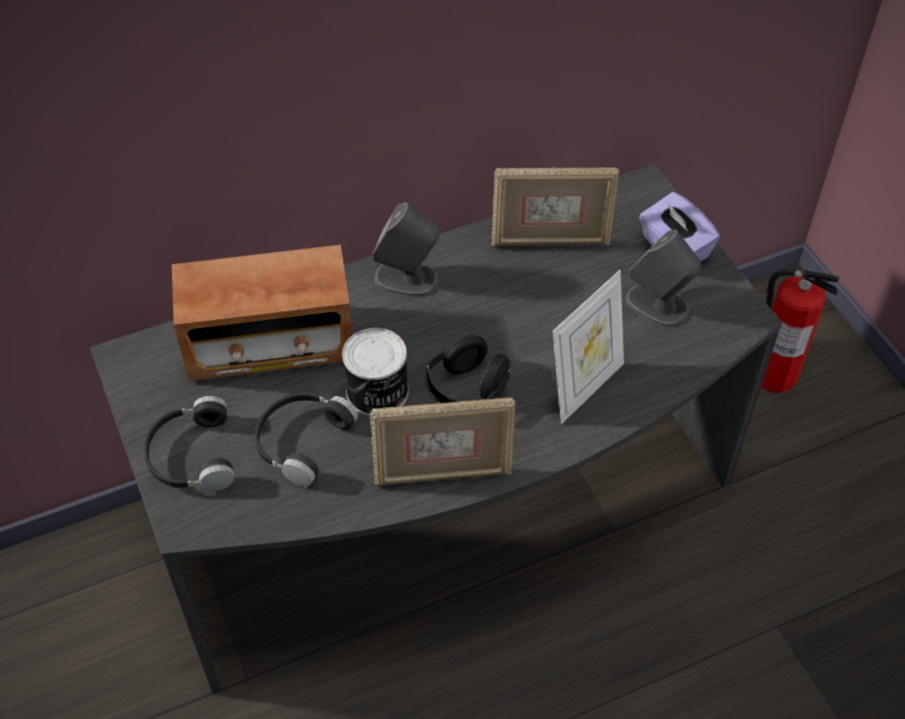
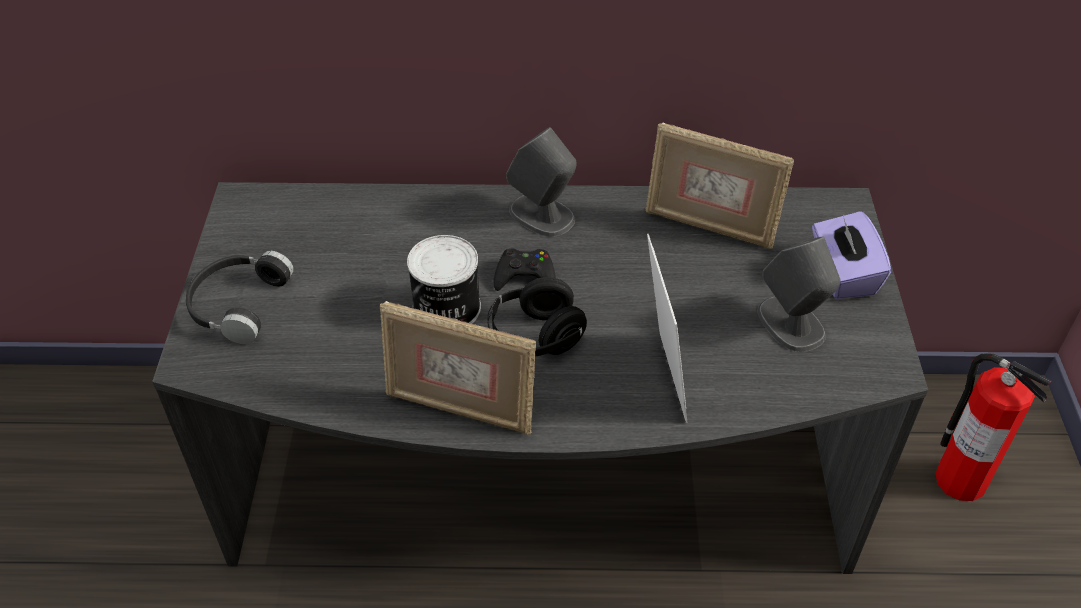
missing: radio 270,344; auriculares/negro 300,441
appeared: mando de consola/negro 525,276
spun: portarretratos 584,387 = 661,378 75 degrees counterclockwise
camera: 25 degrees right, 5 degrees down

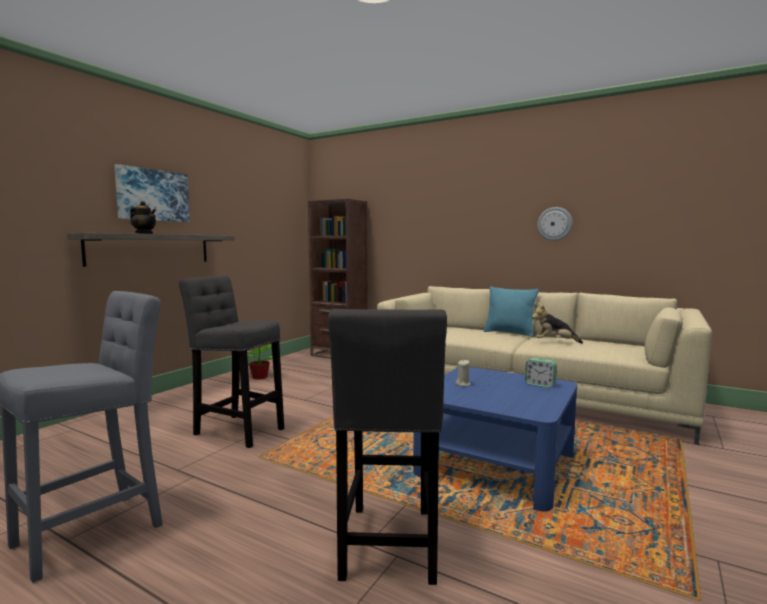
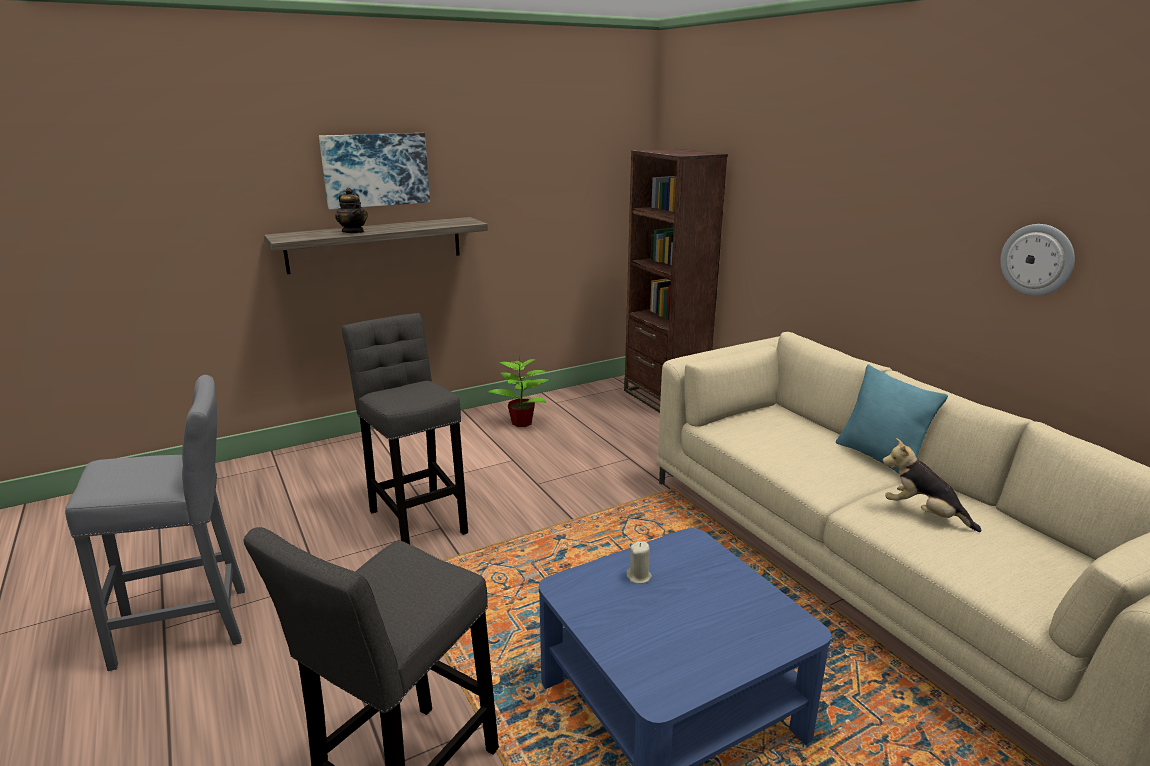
missing: despertador 540,384
camera: 30 degrees right, 15 degrees up

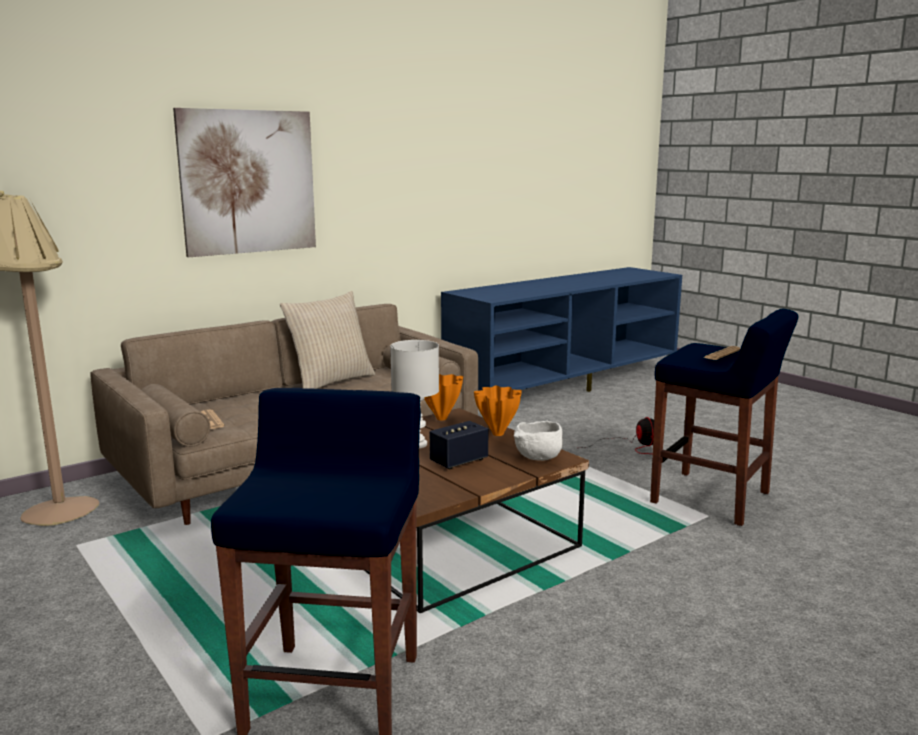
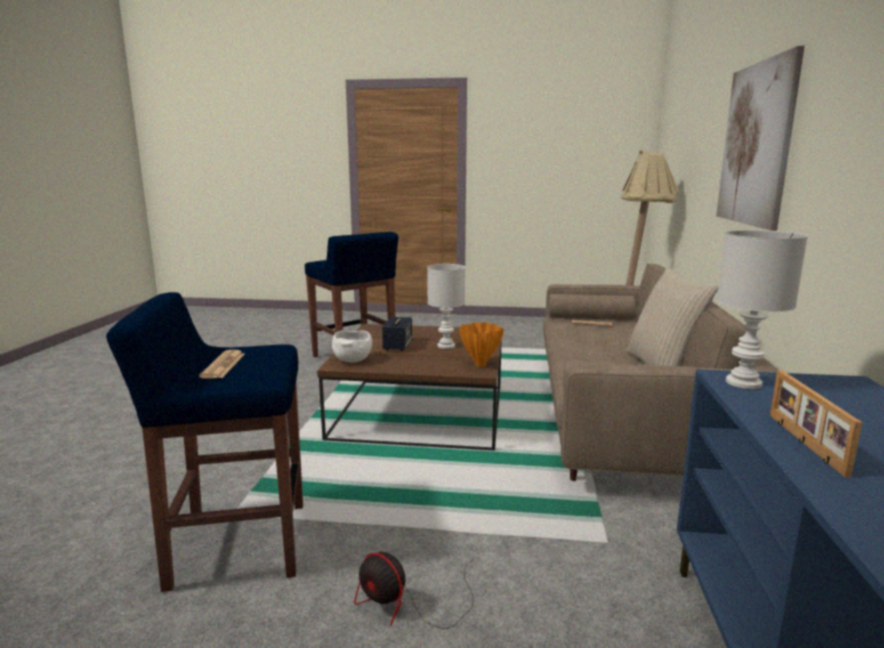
missing: florero/naranja 498,433
appeared: lámpara de mesa/blanco 743,382; portarretratos 803,443
camera: 135 degrees right, 0 degrees up

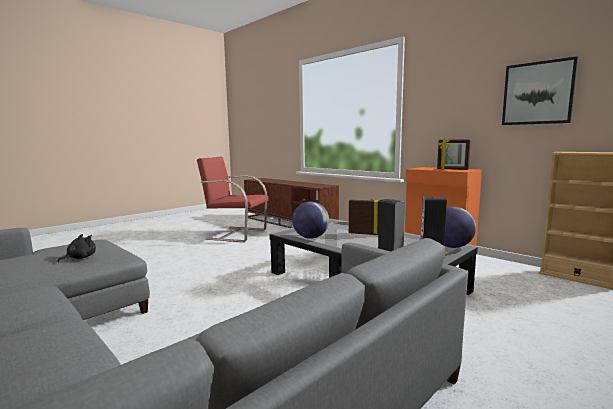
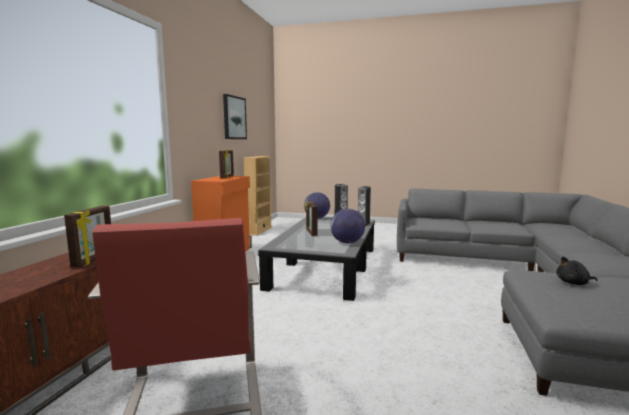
appeared: portarretratos 94,260
camera: 120 degrees left, 0 degrees up

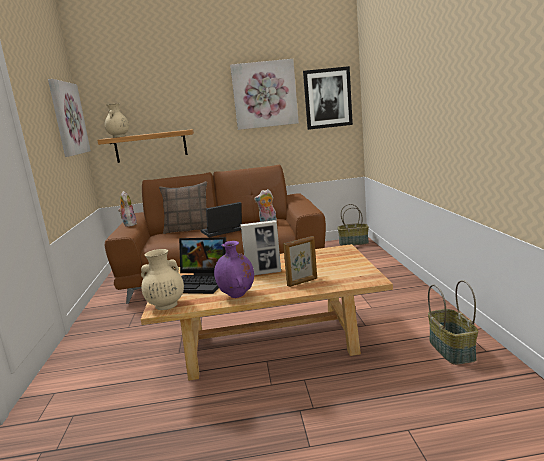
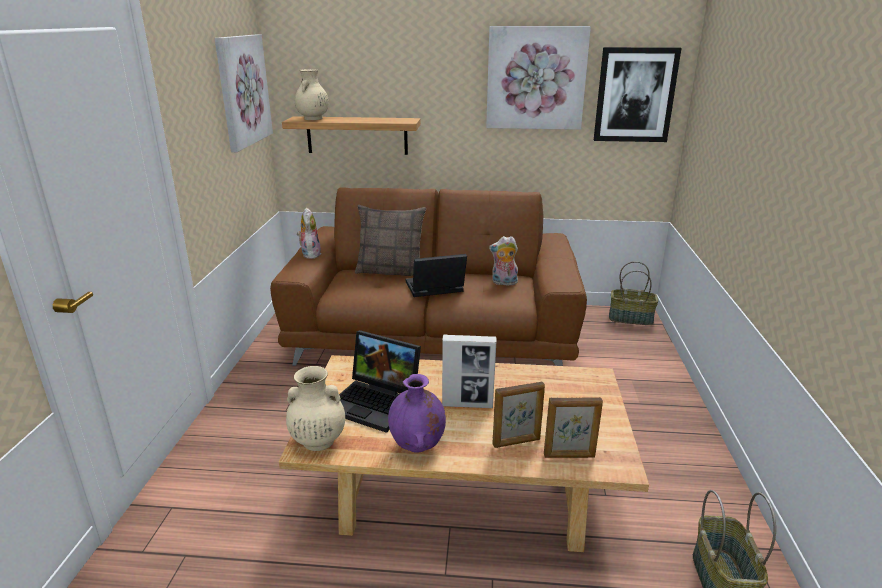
appeared: portarretratos 569,456
camera: 10 degrees right, 10 degrees up

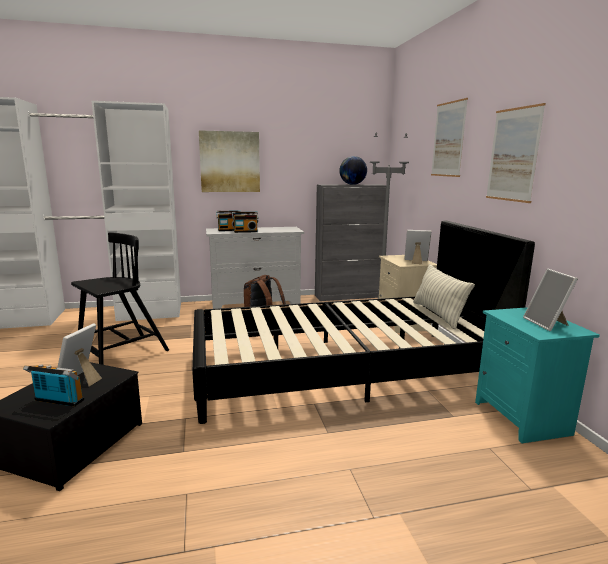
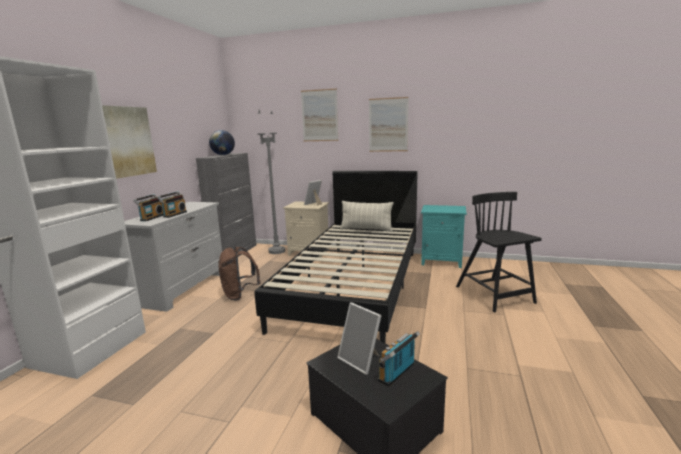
missing: portarretratos 547,324
relocated: silla/negro 121,353 to 494,295
camera: 60 degrees left, 0 degrees up

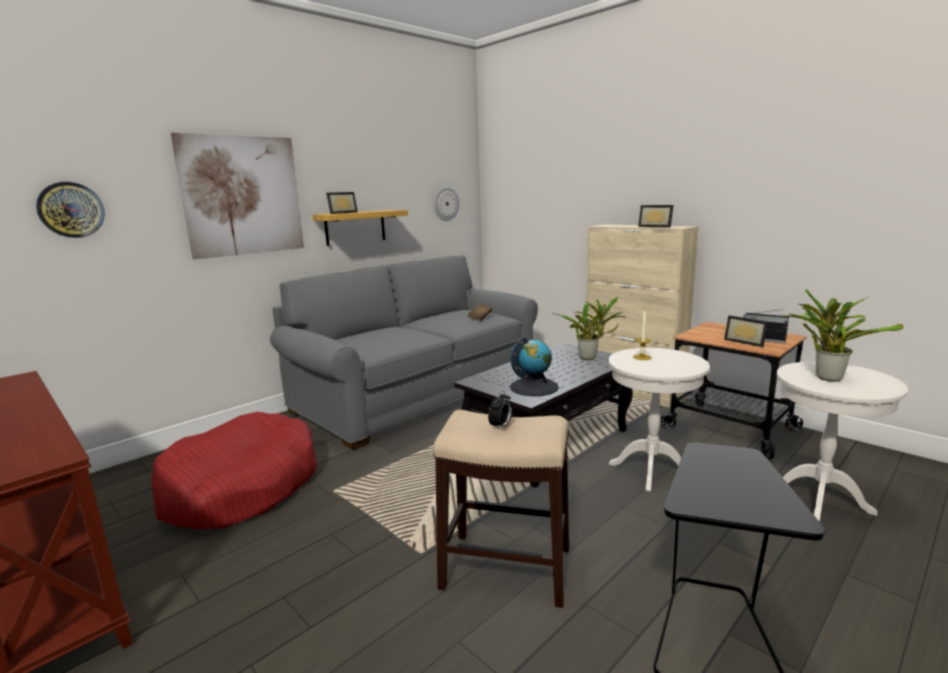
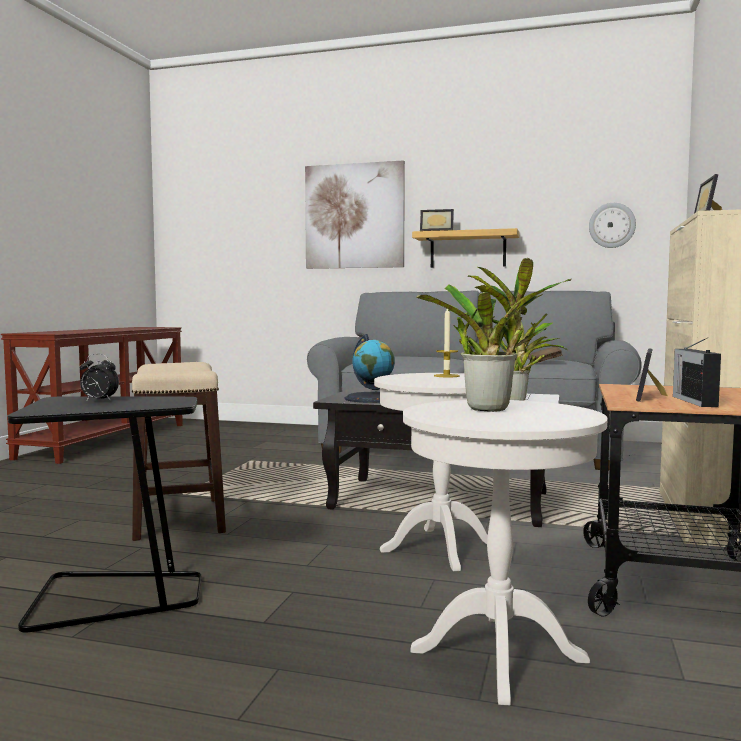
missing: reloj de pared 71,210; cama para perro/rojo 241,488
relocated: despertador 501,426 to 98,400
camera: 60 degrees right, 10 degrees down

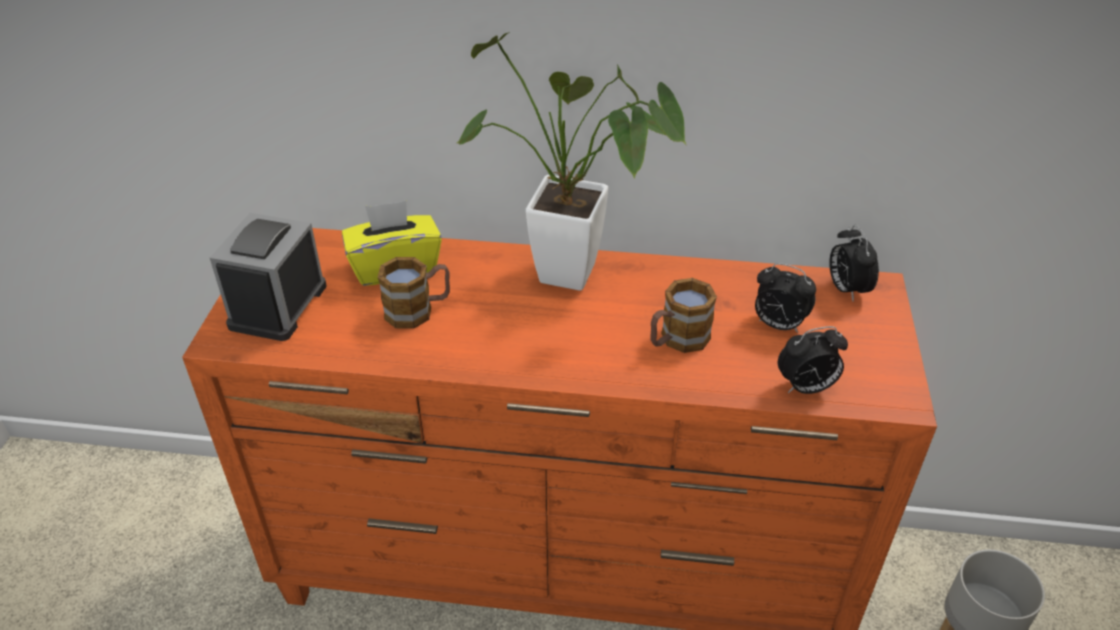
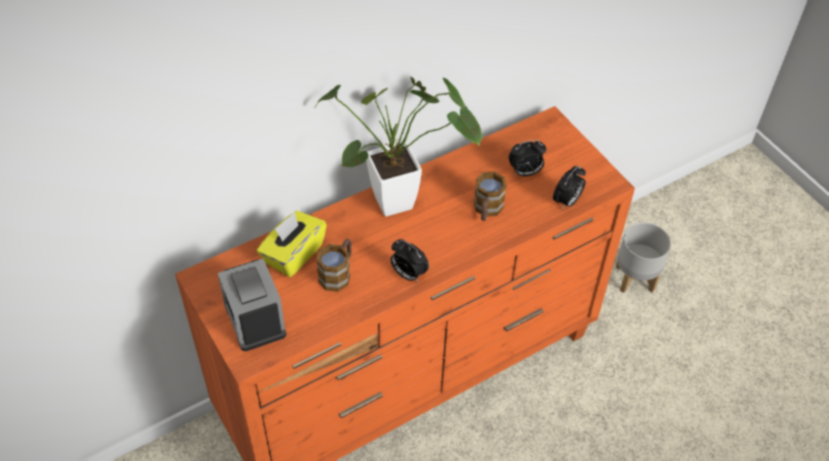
relocated: despertador 846,289 to 408,274
camera: 40 degrees left, 10 degrees up

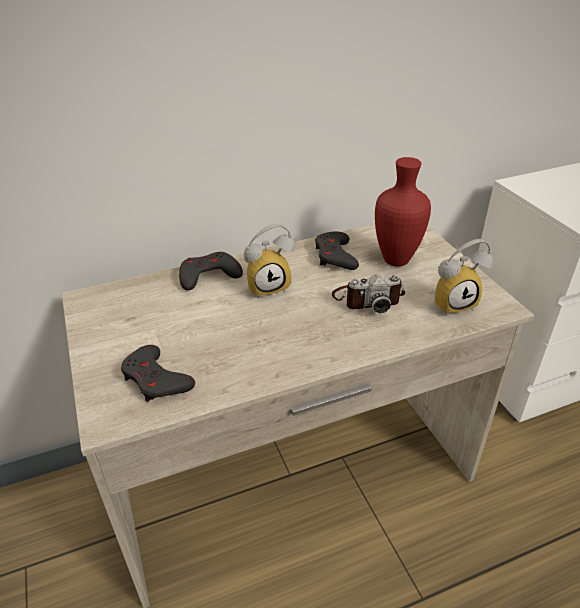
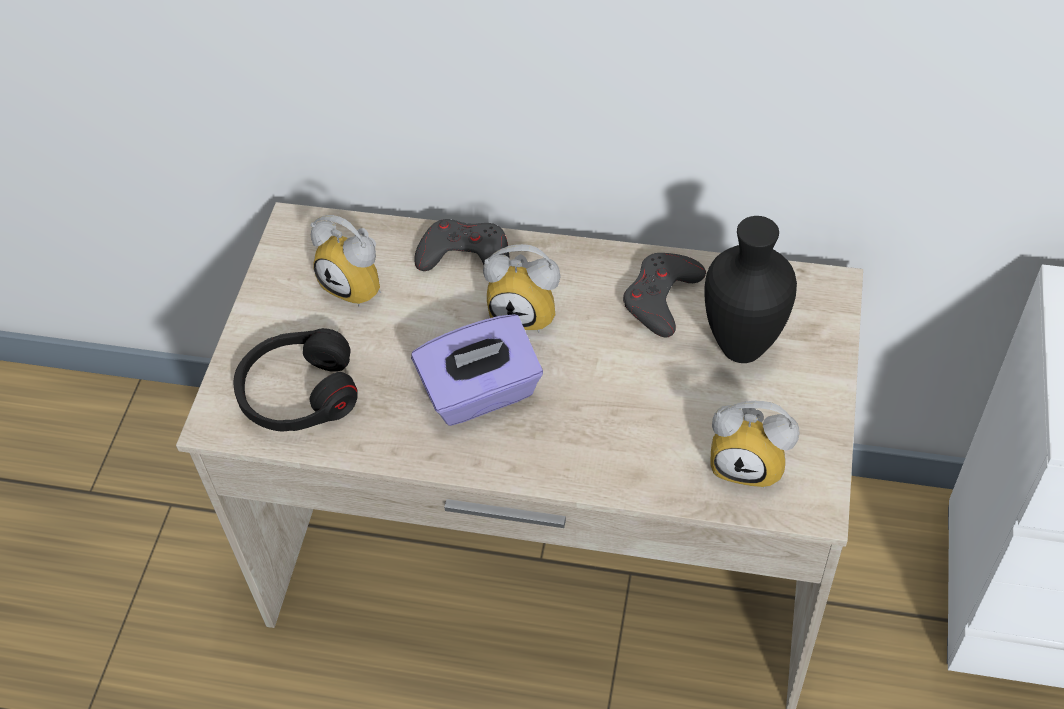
missing: cámara 367,299
appeared: despertador 359,284; caja de pañuelos/morado 481,393
exchanged: mando de consola/gris 156,379 to auriculares/negro 298,393
colour: florero/rojo 394,259 to florero/negro 741,346
camera: 35 degrees right, 15 degrees up

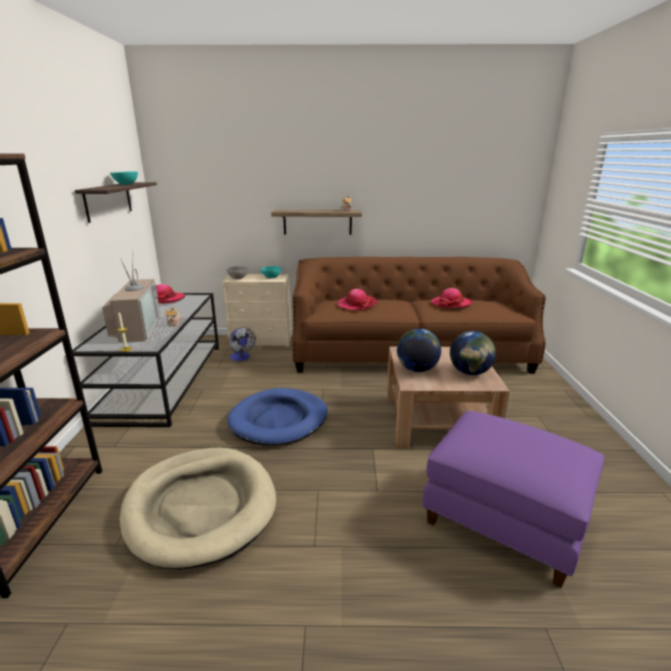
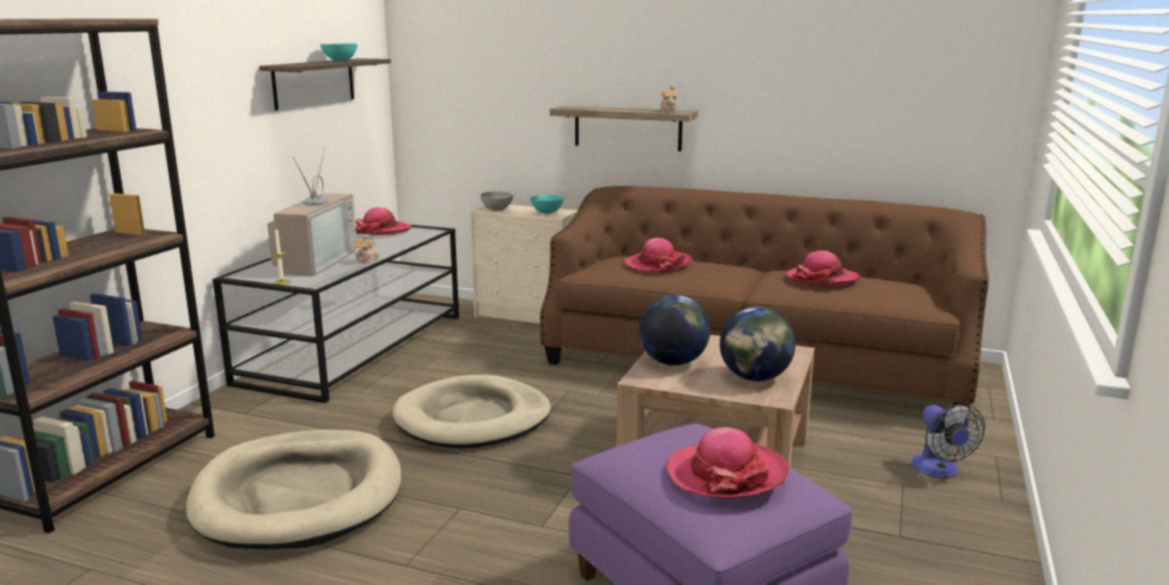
appeared: sombrero 726,474
relocated: ventilador 241,358 to 939,471
colour: cama para perro/azul 279,420 to cama para perro/beis 473,419
camera: 20 degrees right, 5 degrees down

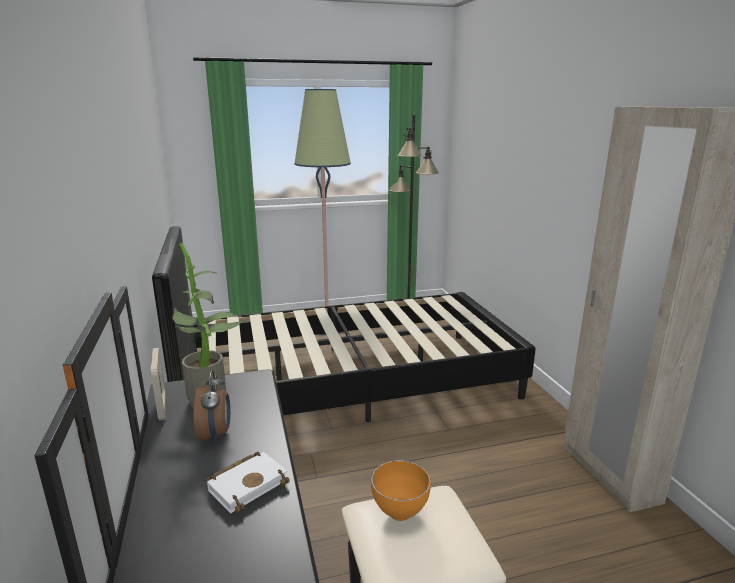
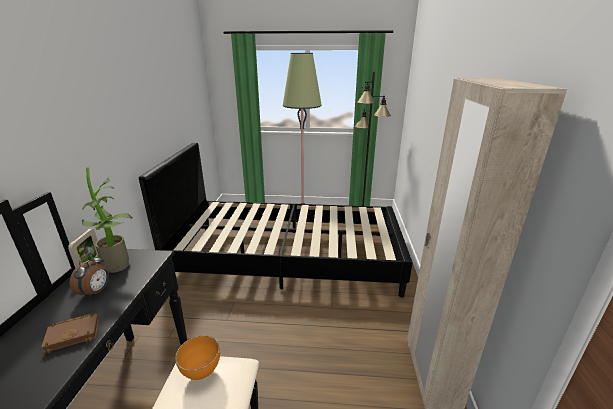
colour: libro/blanco 248,484 to libro/marrón 75,334
camera: 20 degrees right, 5 degrees up

